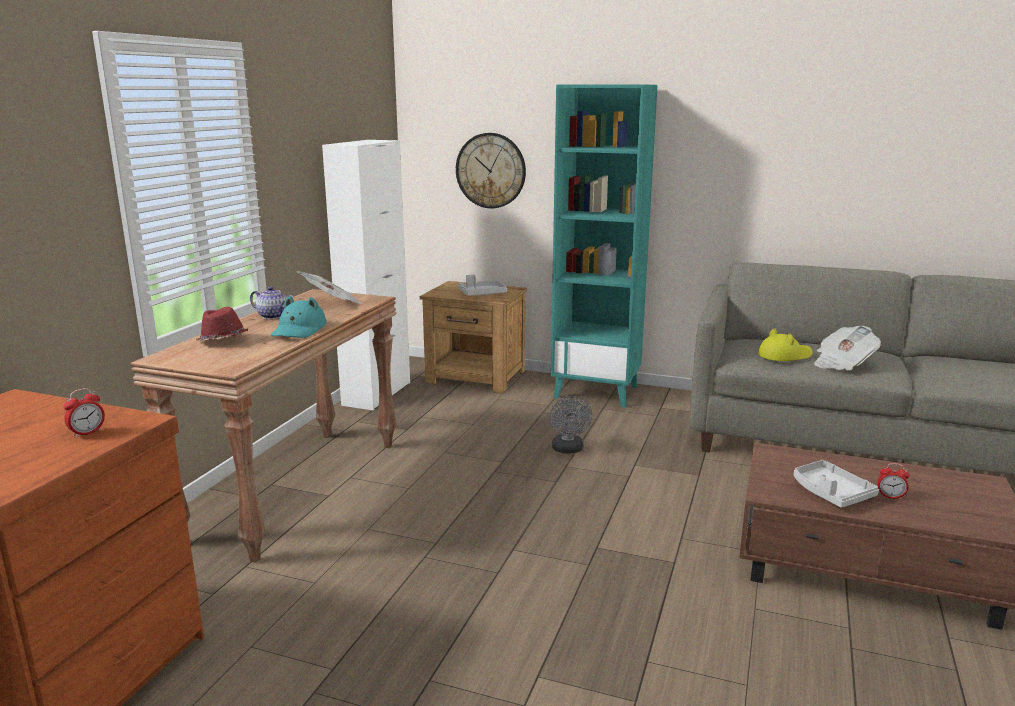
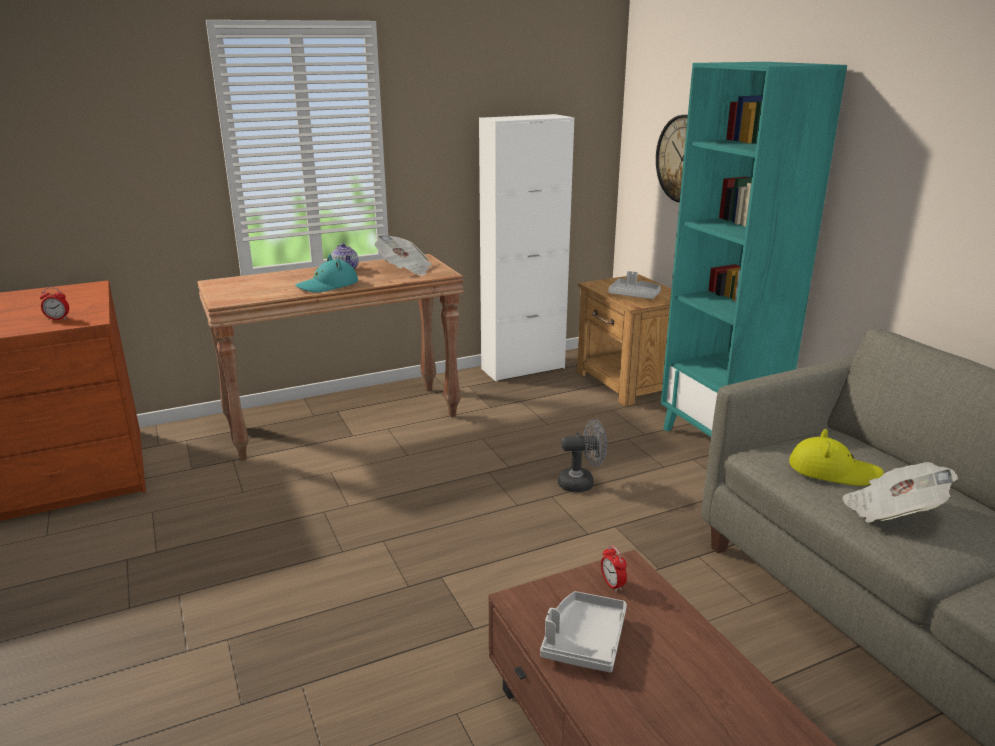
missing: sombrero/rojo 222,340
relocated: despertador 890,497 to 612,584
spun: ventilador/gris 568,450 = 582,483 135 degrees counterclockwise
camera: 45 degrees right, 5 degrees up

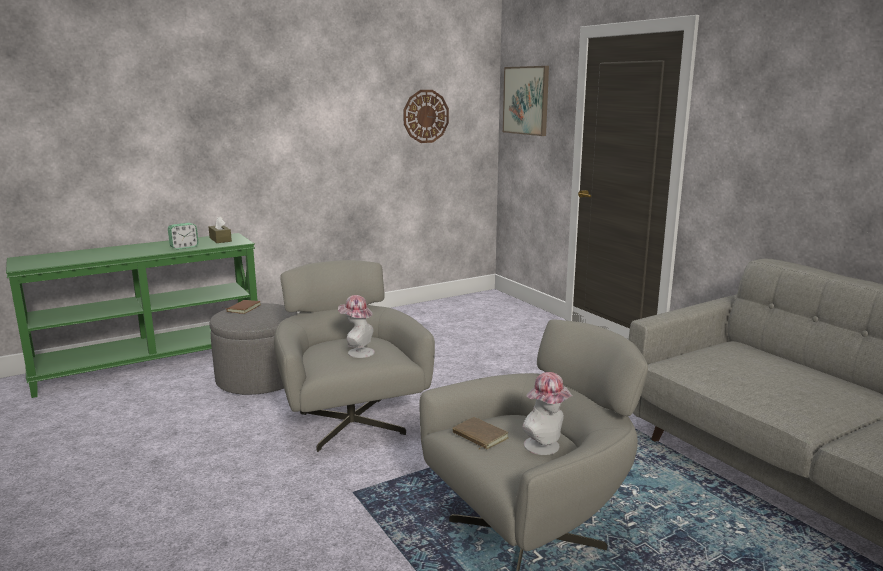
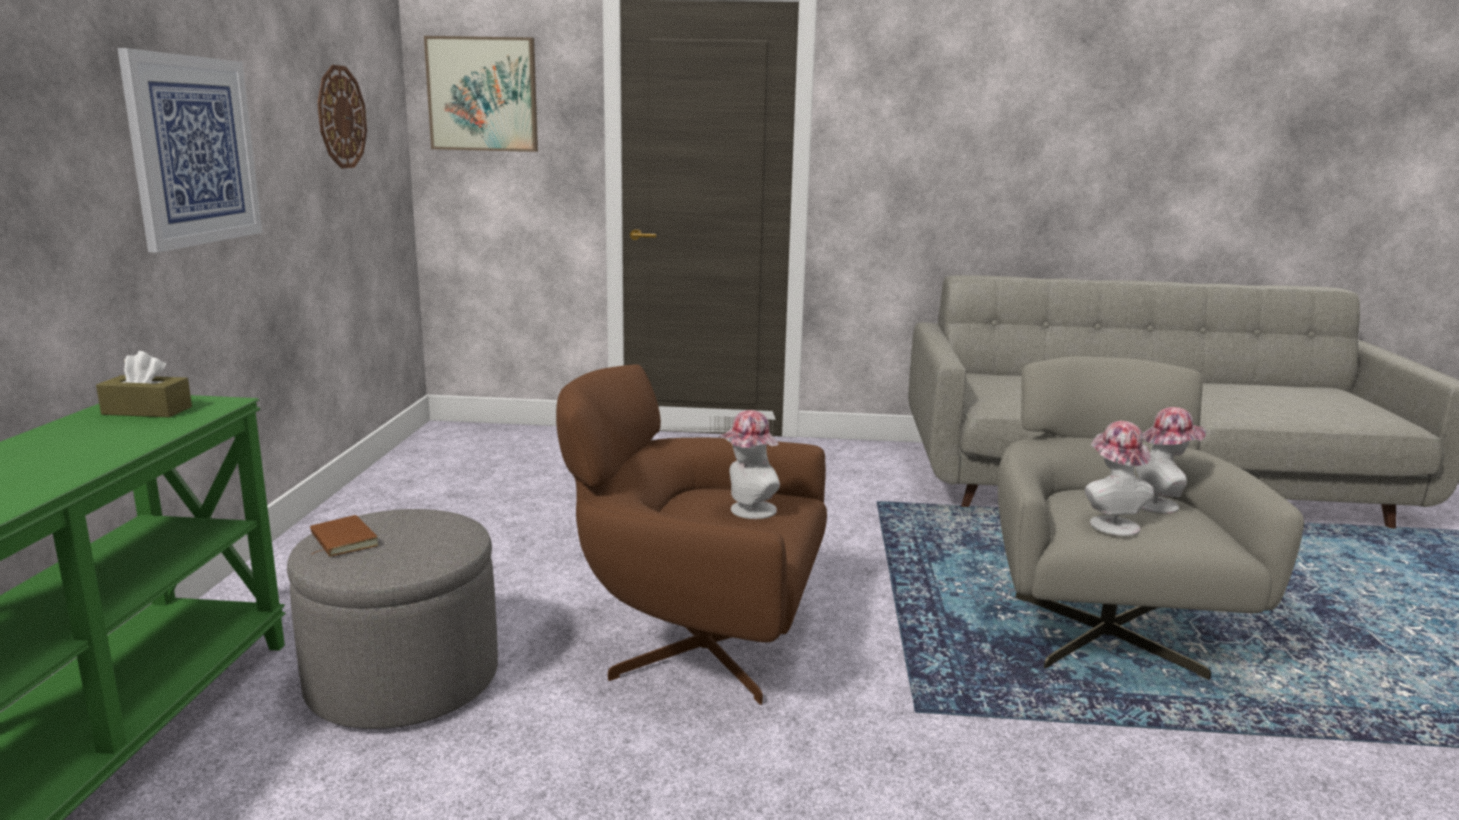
missing: despertador 184,247
appeared: cuadro 193,150
exchanged: libro/marrón 478,436 to sombrero 1110,523
colour: sillón/gris 350,421 to sillón/marrón 696,648
camera: 55 degrees left, 0 degrees up

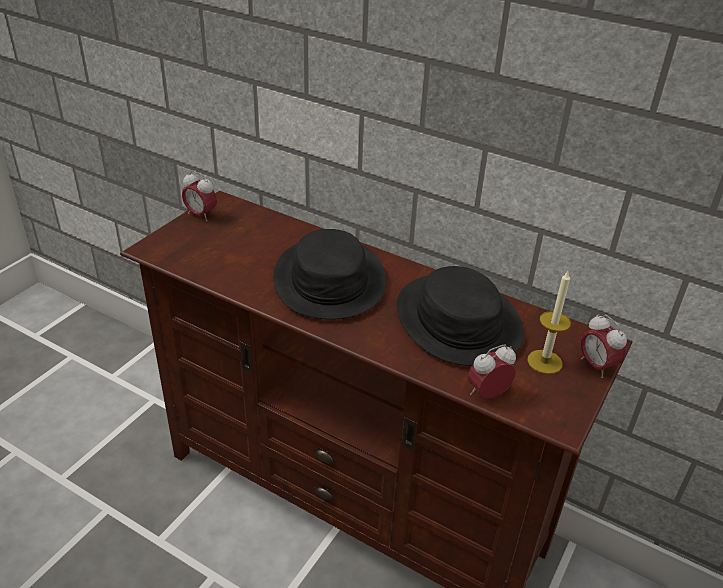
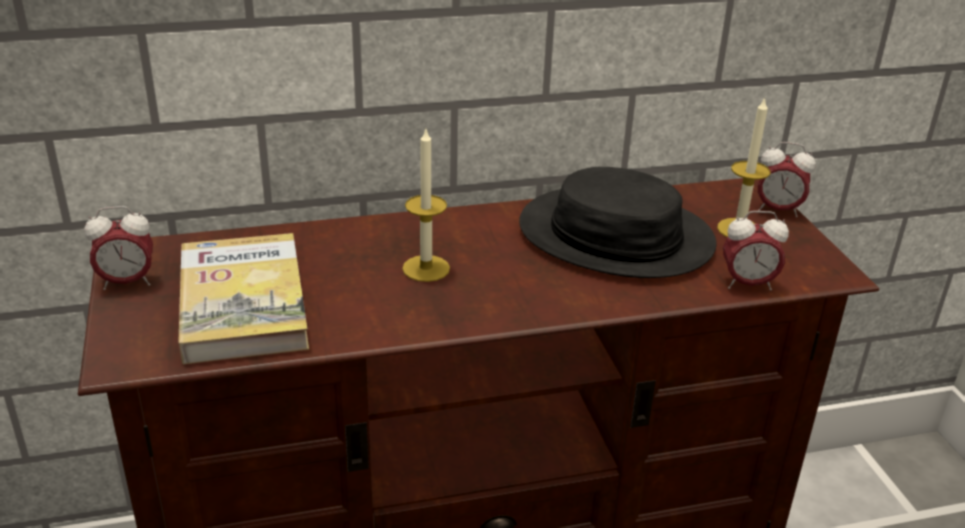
appeared: libro 243,303
exchanged: sombrero/negro 329,280 to vela 426,268
spun: despertador 487,394 = 747,284 105 degrees counterclockwise
camera: 45 degrees left, 5 degrees down

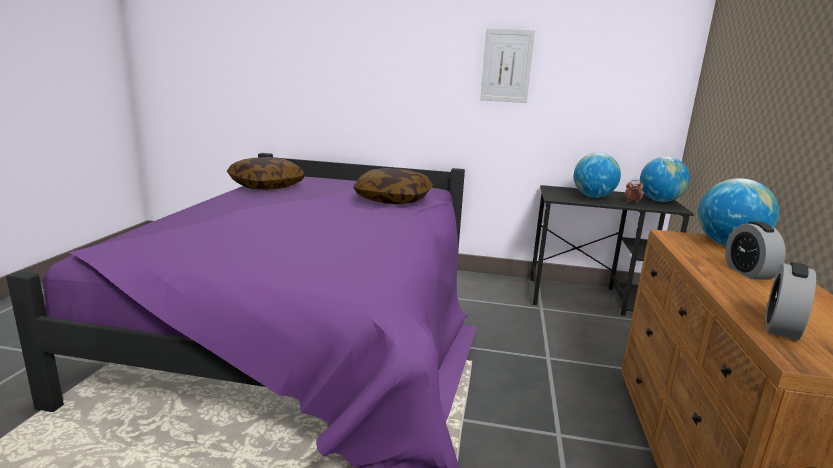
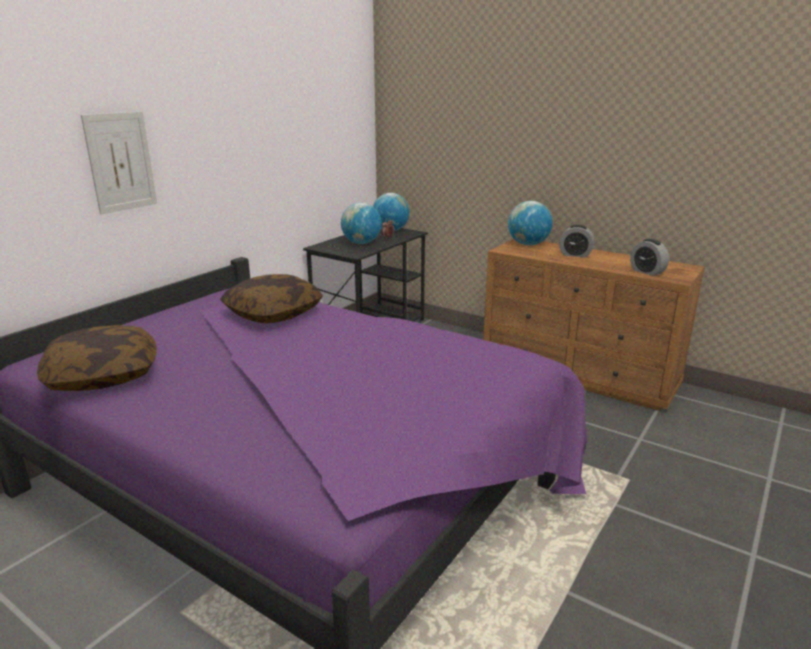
relocated: cuadro 506,66 to 120,162
camera: 65 degrees left, 5 degrees up

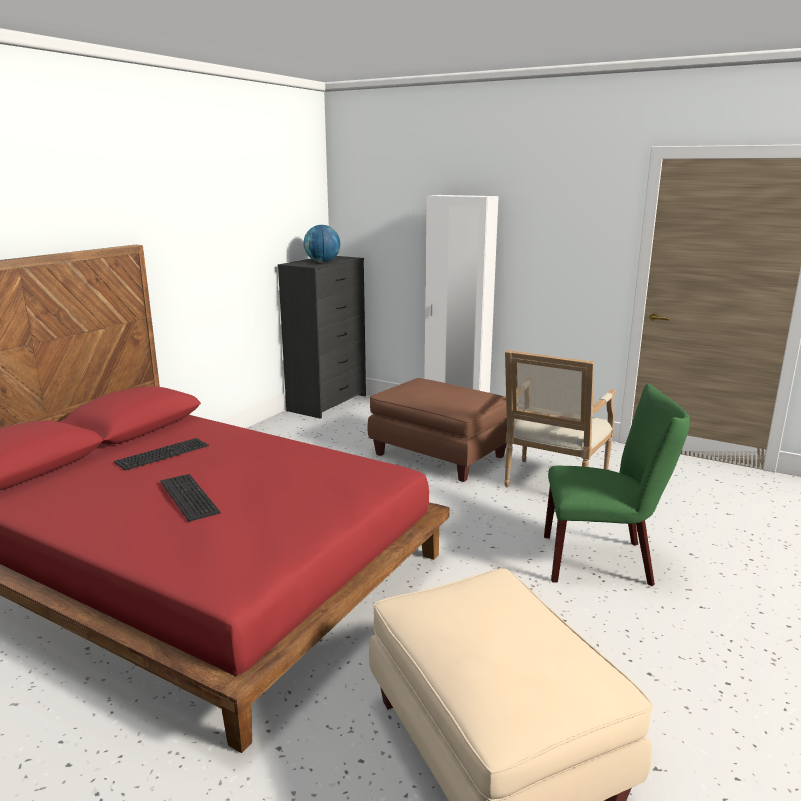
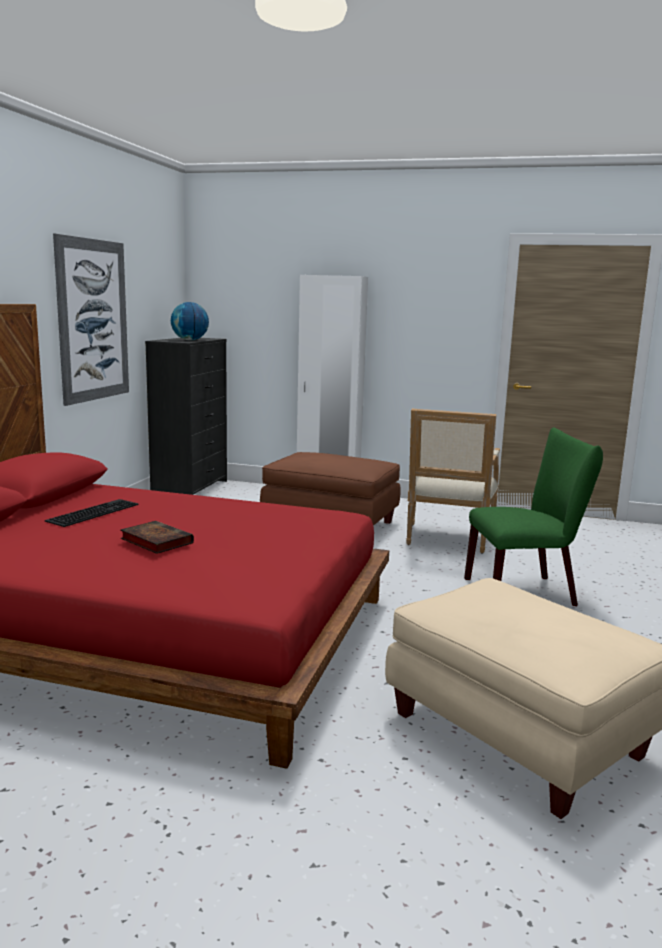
appeared: cuadro 93,320
exchanged: teclado 186,496 to libro 155,541
camera: 15 degrees left, 5 degrees down

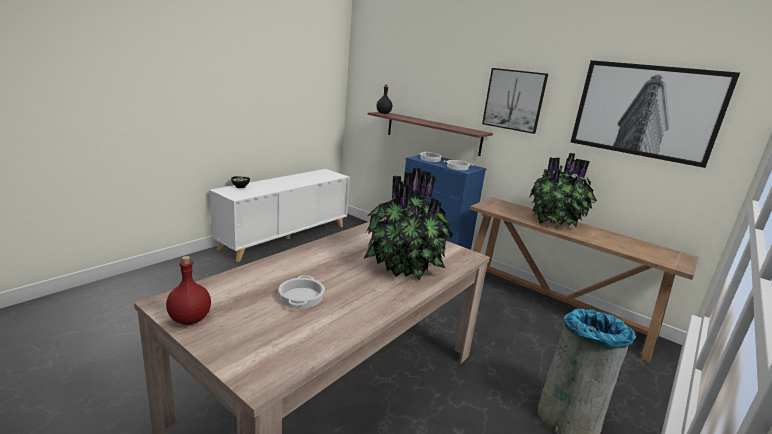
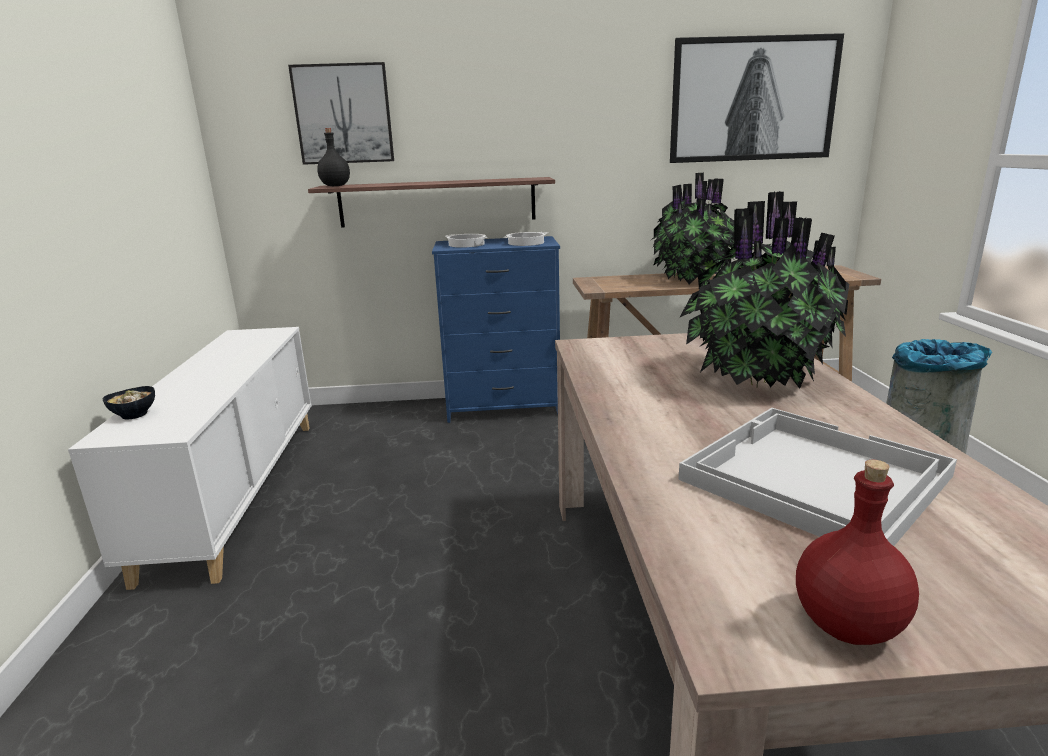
relocated: cuadro 514,100 to 343,114
exchanged: olla 301,297 to bandeja/blanco 811,478
camera: 40 degrees left, 0 degrees up

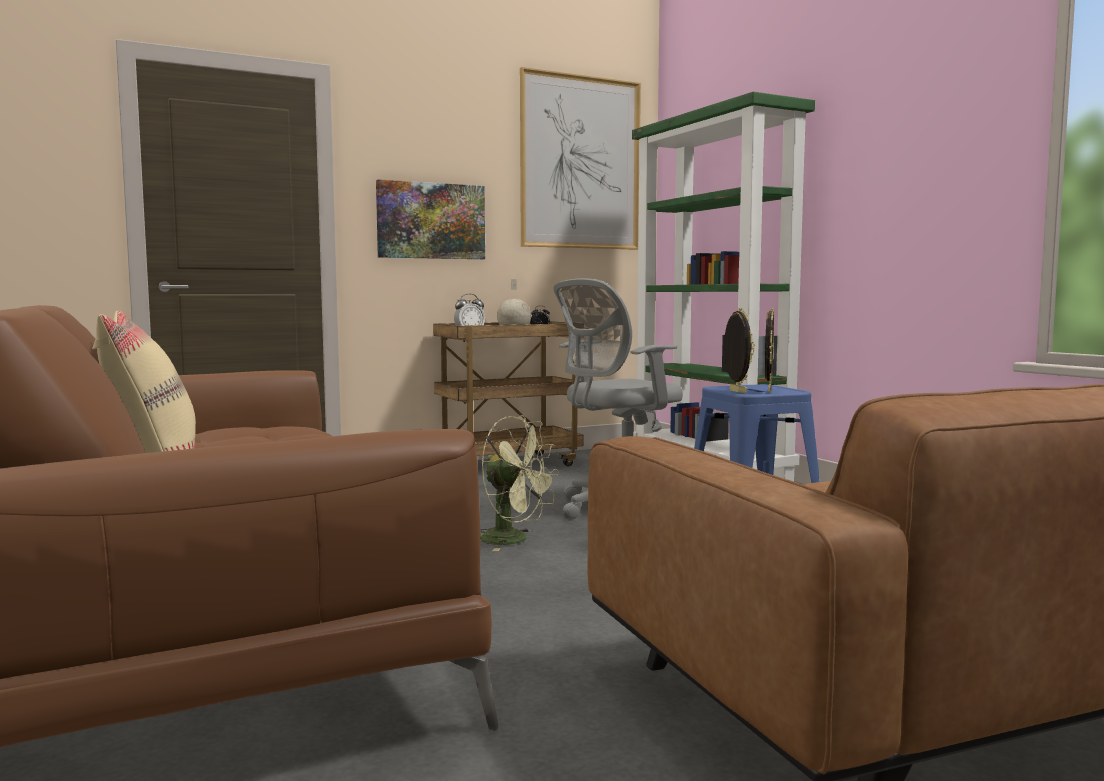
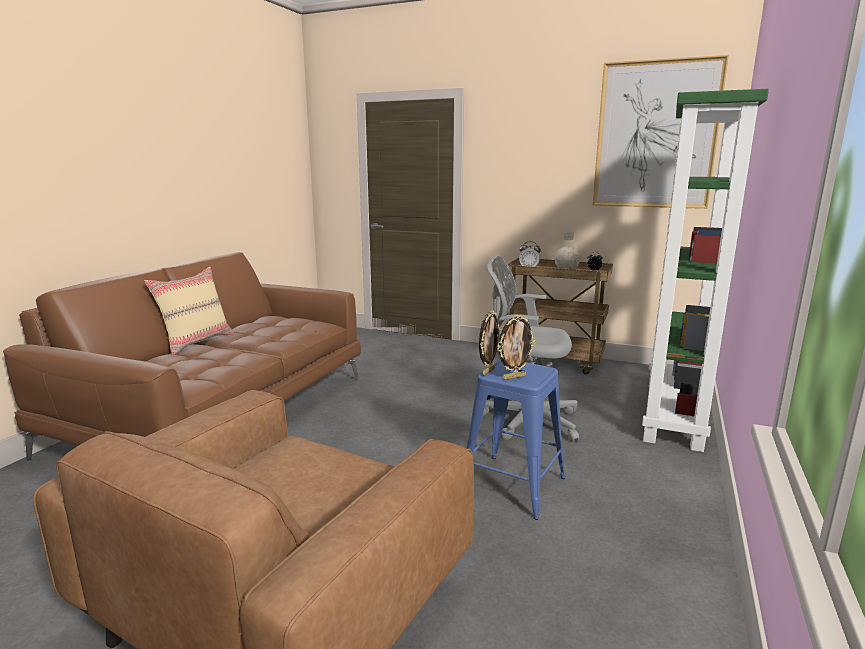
missing: cuadro 431,221; ventilador/verde 514,540
camera: 50 degrees right, 10 degrees up

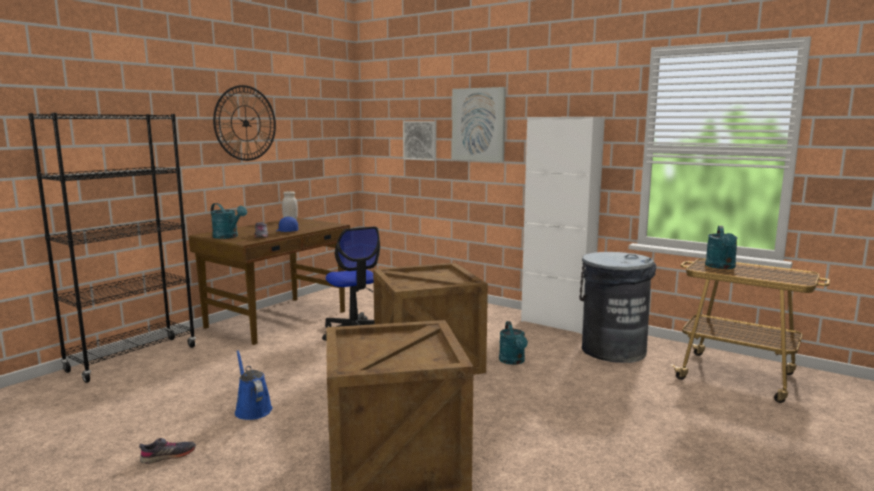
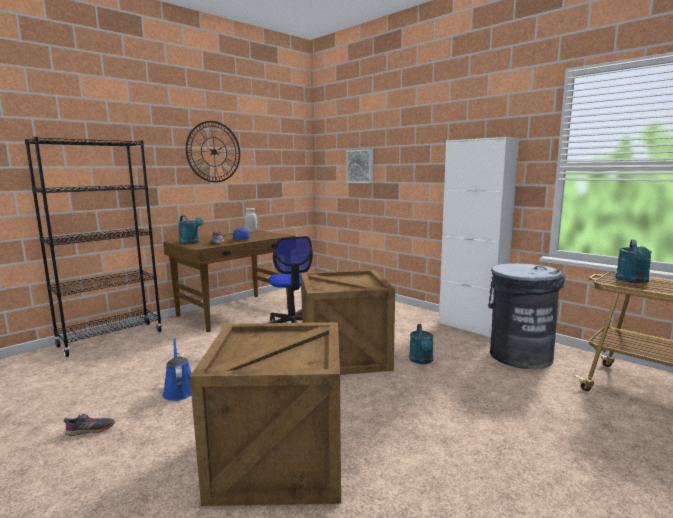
missing: cuadro 479,124
camera: 10 degrees right, 0 degrees up

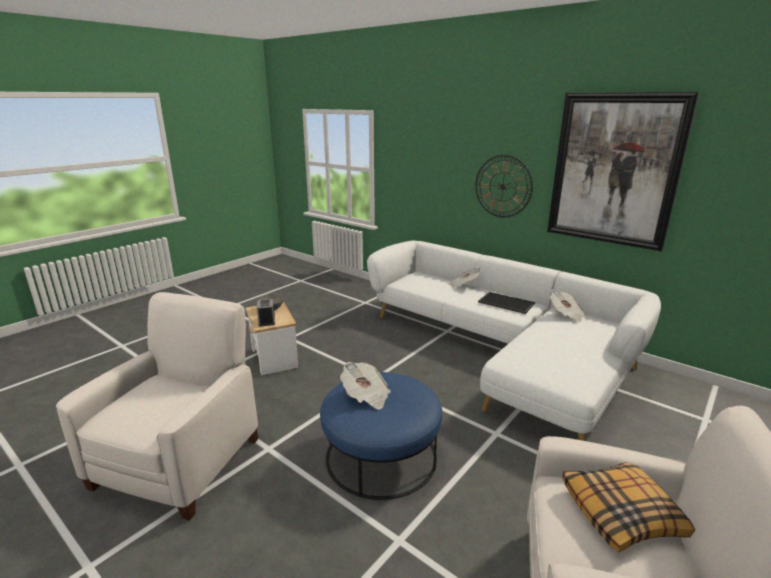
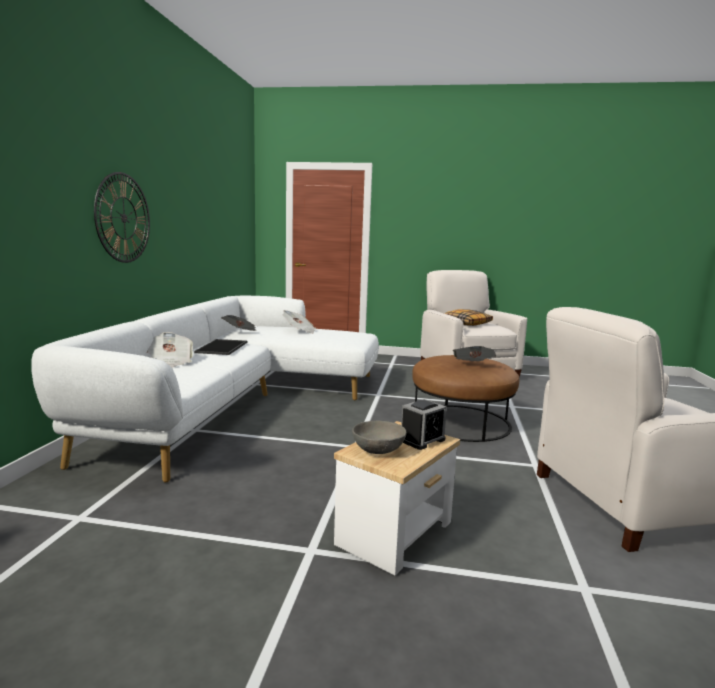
missing: cuadro 614,170
appeared: periódico 299,331
colour: puf/azul 381,455 to puf/marrón 460,422
camera: 120 degrees left, 10 degrees down

